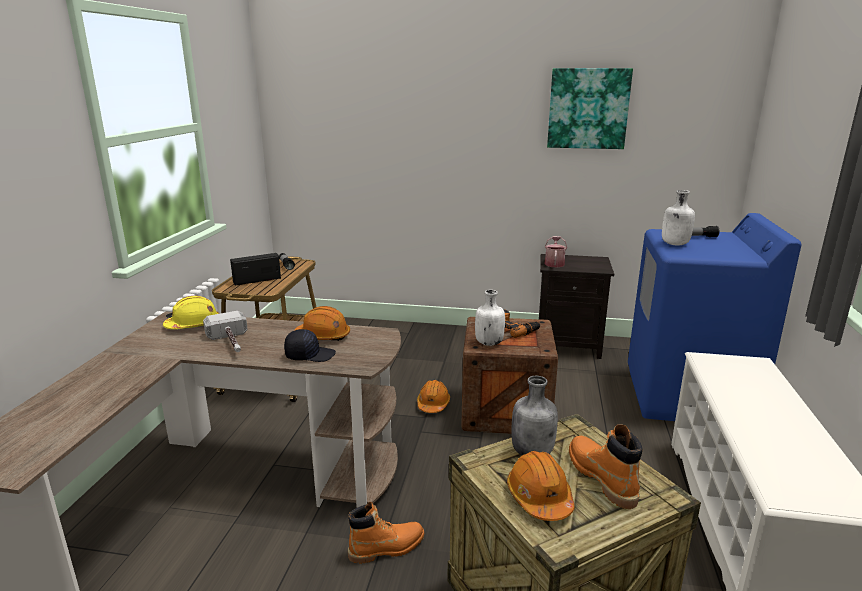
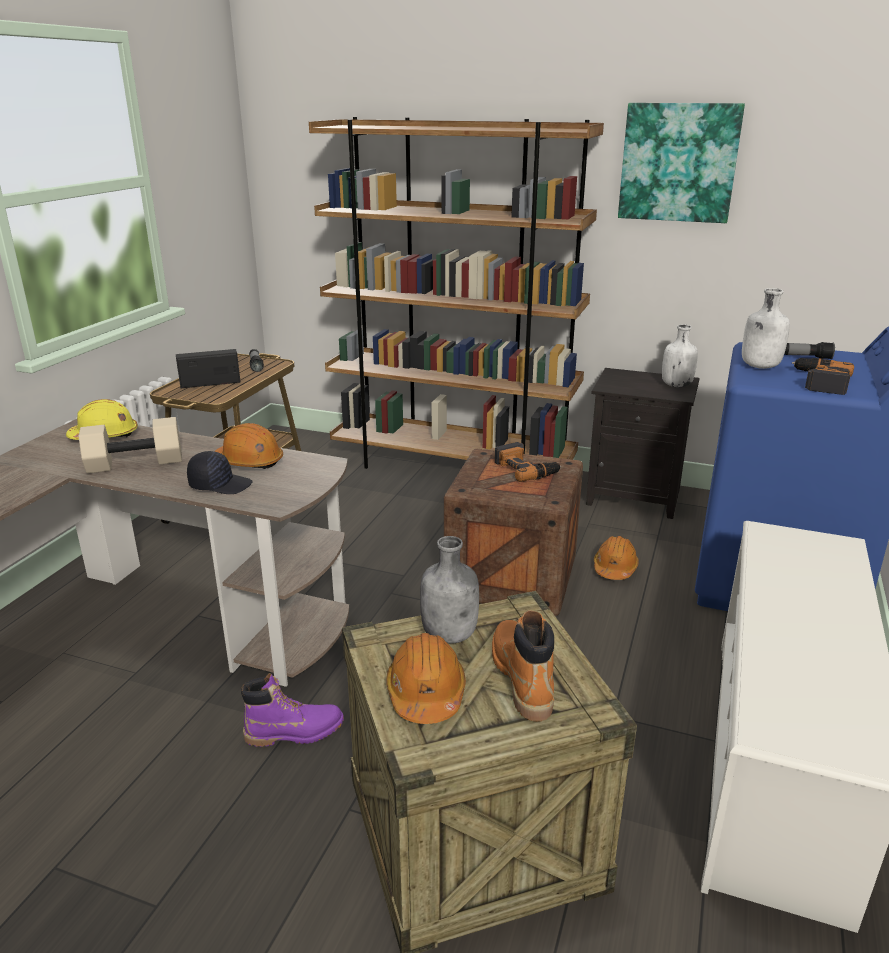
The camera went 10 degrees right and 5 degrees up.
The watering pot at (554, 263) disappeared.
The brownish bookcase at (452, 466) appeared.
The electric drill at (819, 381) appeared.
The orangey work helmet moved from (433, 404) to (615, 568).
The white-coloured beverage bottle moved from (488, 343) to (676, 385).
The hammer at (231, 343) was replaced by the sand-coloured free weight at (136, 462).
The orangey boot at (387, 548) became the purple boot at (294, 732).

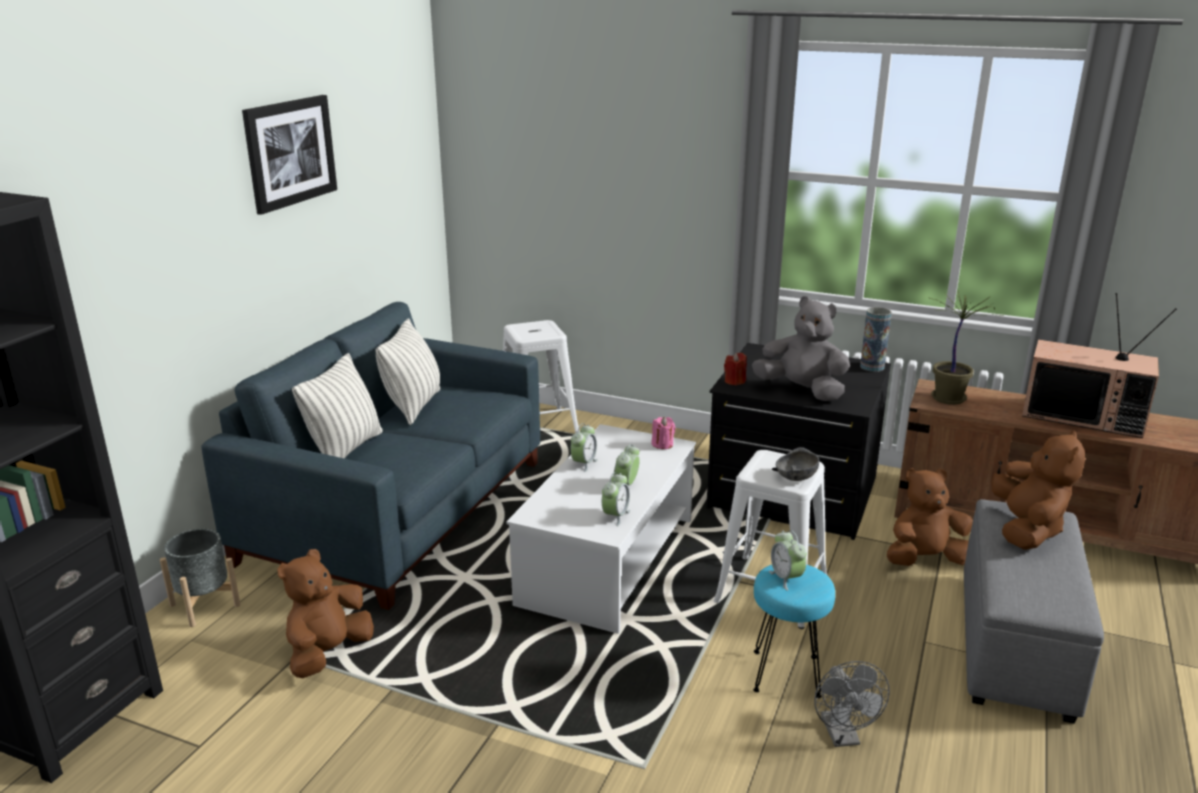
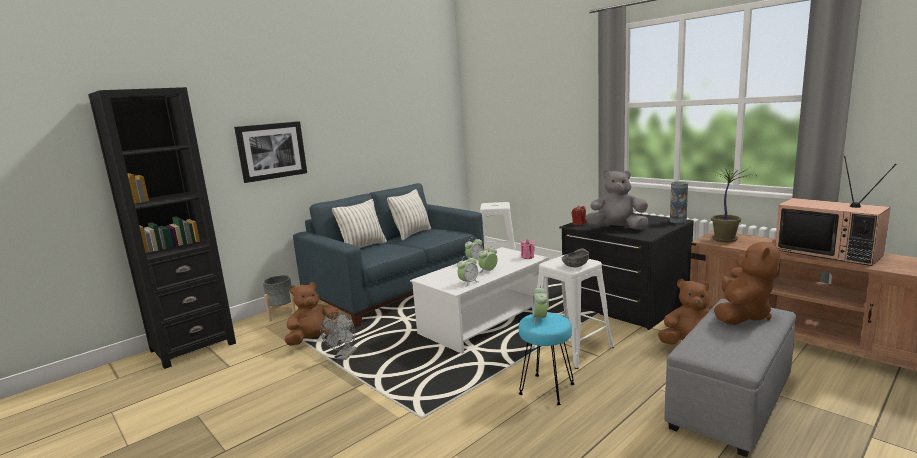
The camera went 25 degrees right and 10 degrees down.
The wall picture moved from (290, 152) to (271, 151).
The greyish cooling fan moved from (843, 736) to (344, 357).
The greyish soft toy at (802, 391) turned 45 degrees counterclockwise.

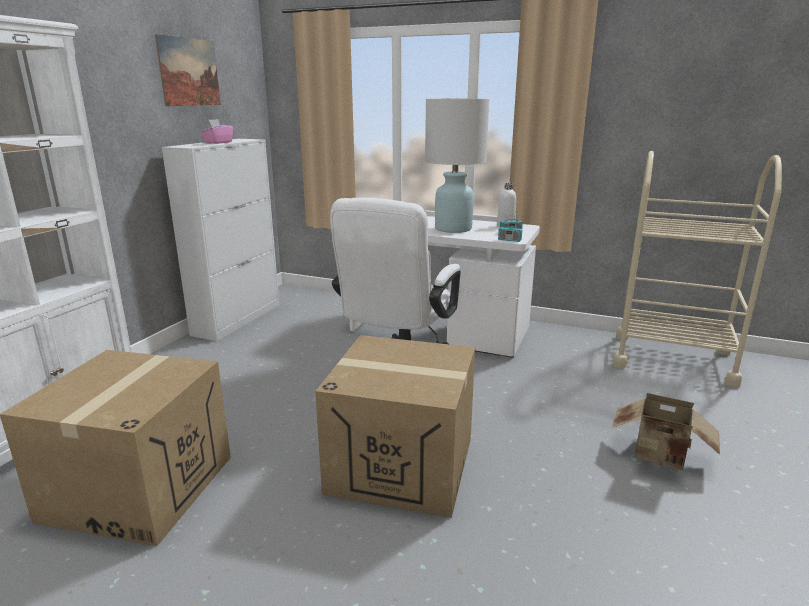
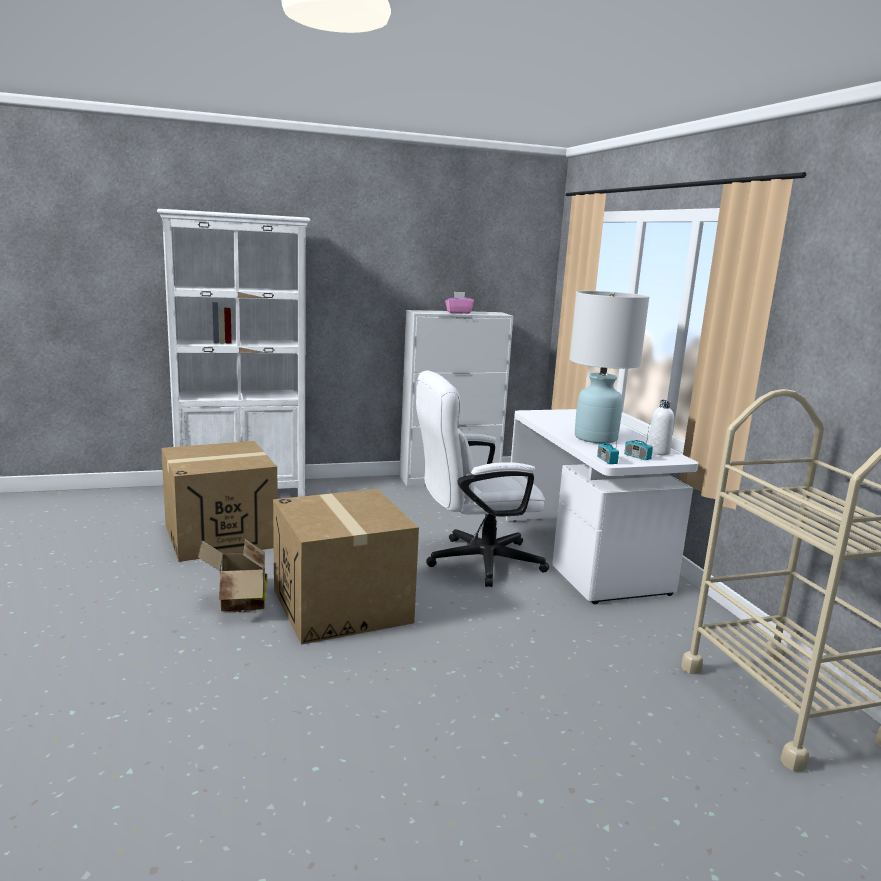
The camera went 50 degrees right and 5 degrees down.
The wall picture at (189, 72) disappeared.
The cardboard box moved from (660, 457) to (238, 603).

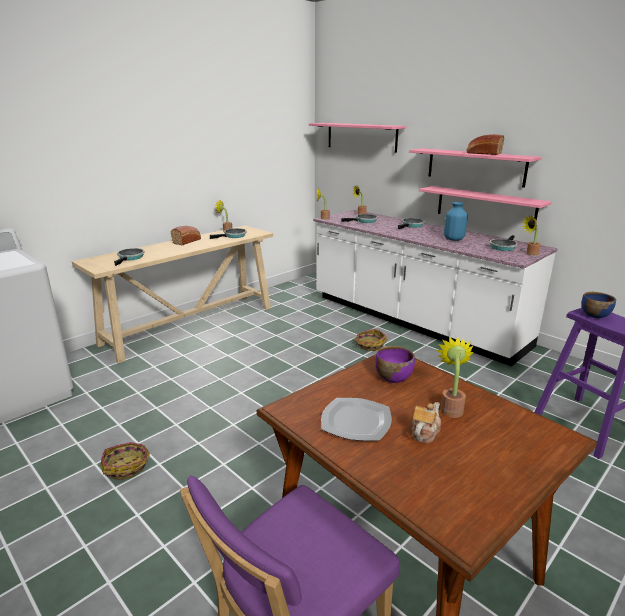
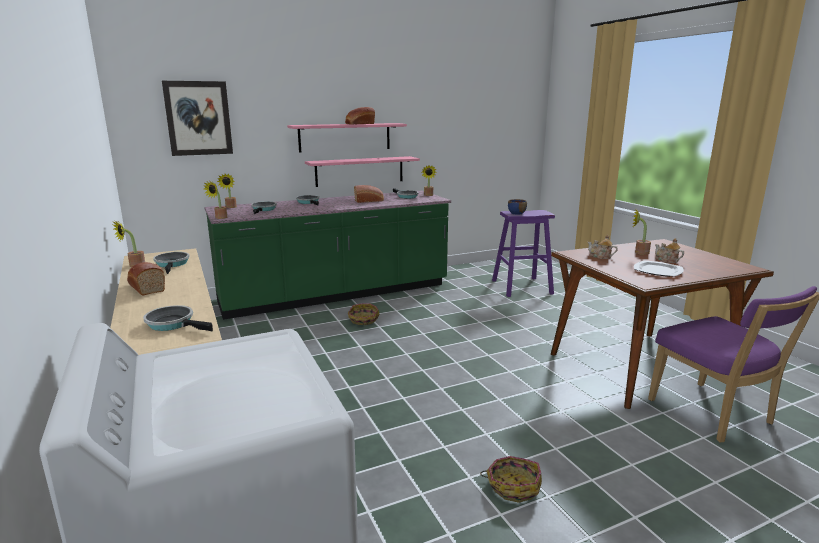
The camera went 70 degrees left and 5 degrees down.
The pink shelf at (361, 137) was replaced by the wall picture at (198, 118).
The purple bowl at (393, 377) was replaced by the teapot at (600, 256).
The bluish decorative vase at (453, 239) was replaced by the bread at (369, 201).
The white-coloured kitchen base unit at (413, 321) became the greenish kitchen base unit at (336, 294).

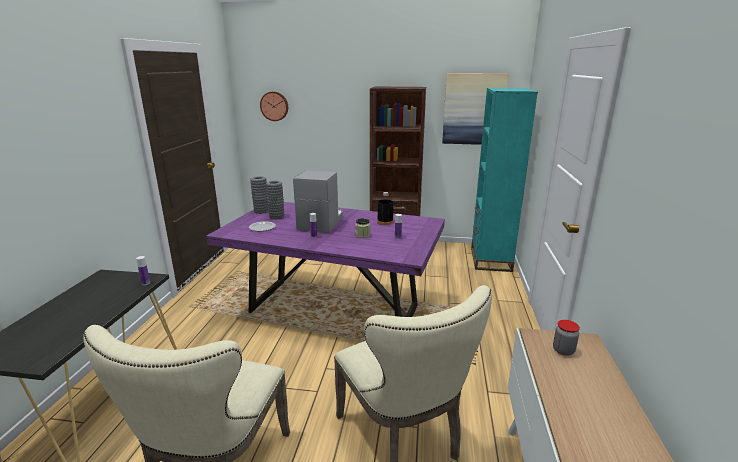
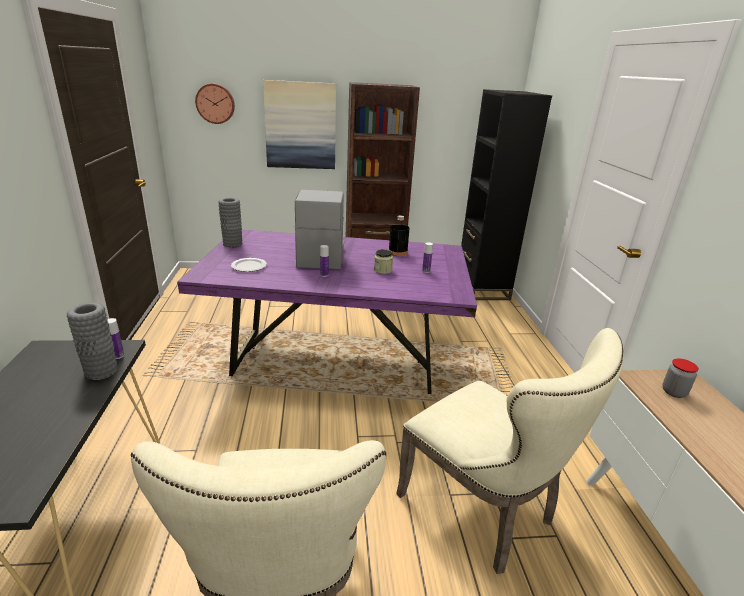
The camera went 15 degrees left and 5 degrees up.
The greyish decorative vase moved from (276, 216) to (101, 371).
The wall picture moved from (473, 109) to (300, 126).
The blue-green bookcase at (490, 259) became the black-coloured bookcase at (482, 287).

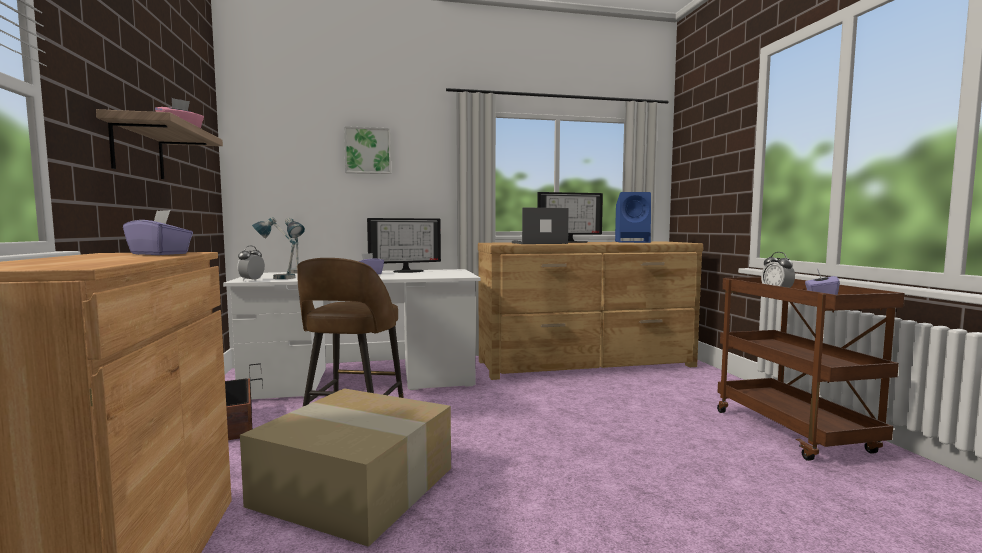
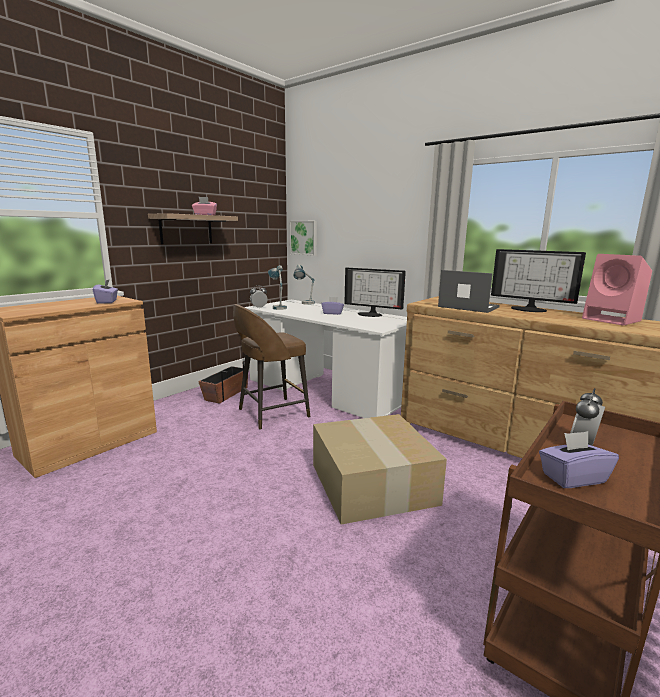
The camera went 50 degrees right and 10 degrees up.
The cardboard box moved from (358, 485) to (374, 484).
The wall picture moved from (368, 151) to (304, 238).
The bluish audio speaker at (633, 242) became the pink audio speaker at (612, 320).

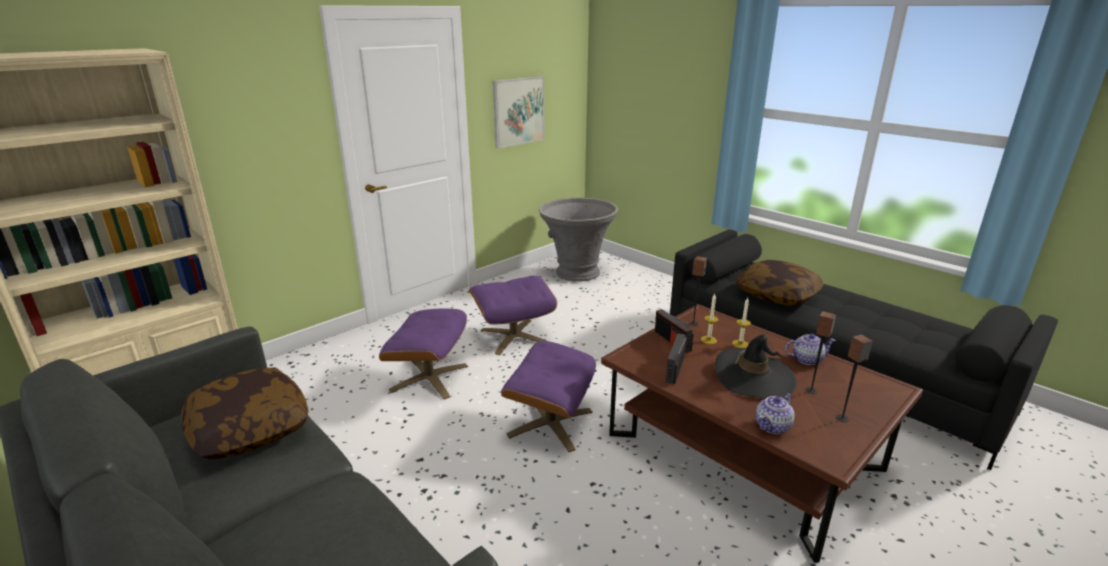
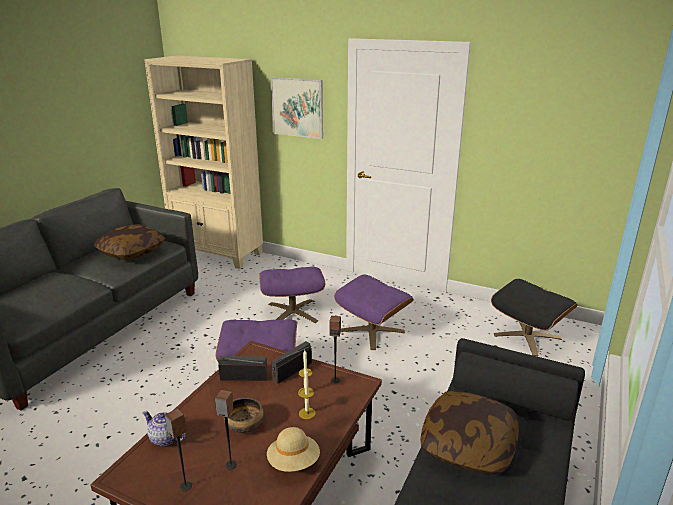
The camera went 70 degrees right and 0 degrees up.
The wall picture moved from (518, 111) to (297, 107).
The greyish planter at (577, 273) was replaced by the black-coloured ottoman at (527, 336).
The black-coloured hat at (754, 377) was replaced by the bowl at (244, 425).
The teapot at (806, 359) was replaced by the sand-coloured hat at (294, 462).

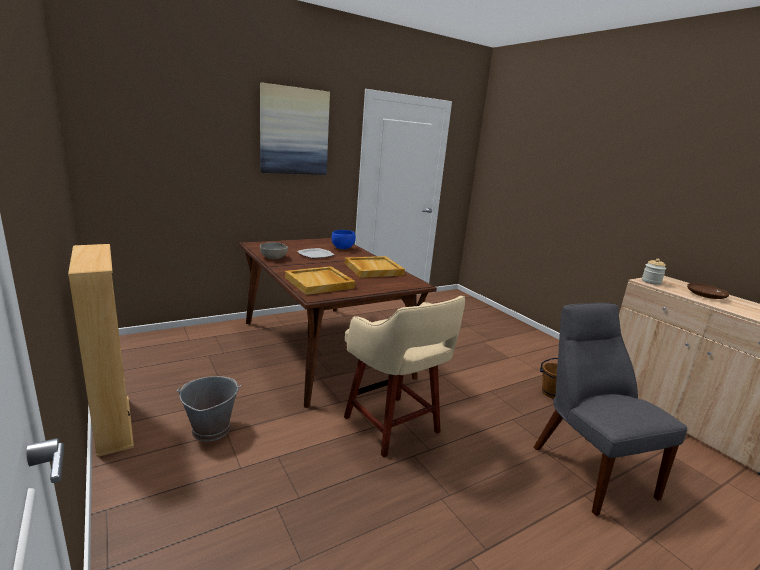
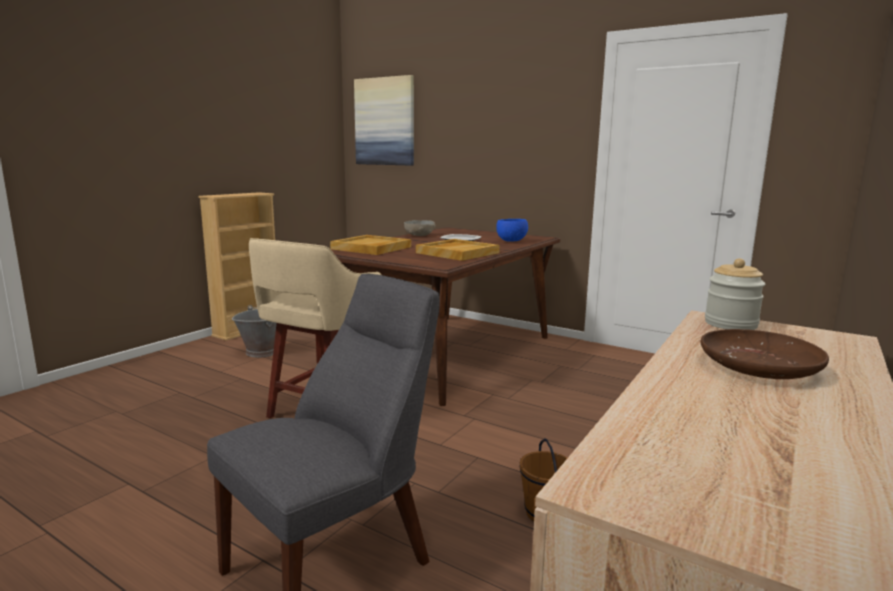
The camera went 65 degrees right and 5 degrees down.
The wall picture moved from (294, 131) to (385, 122).

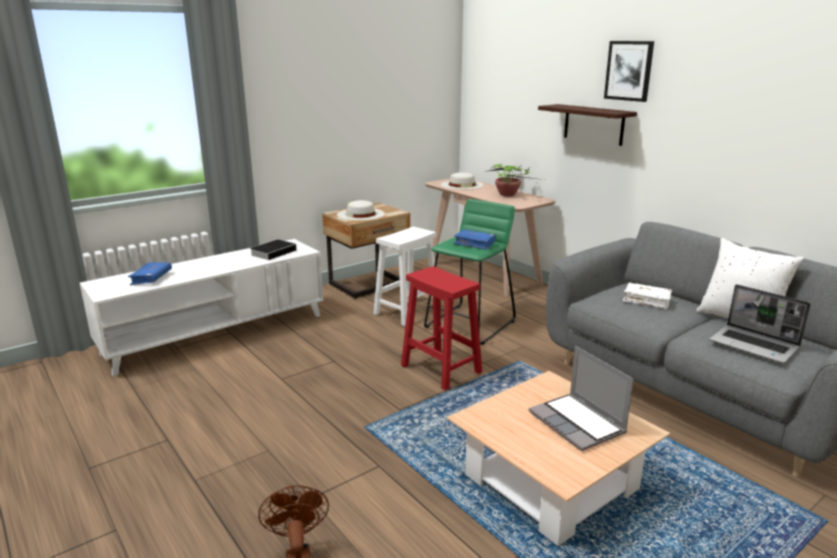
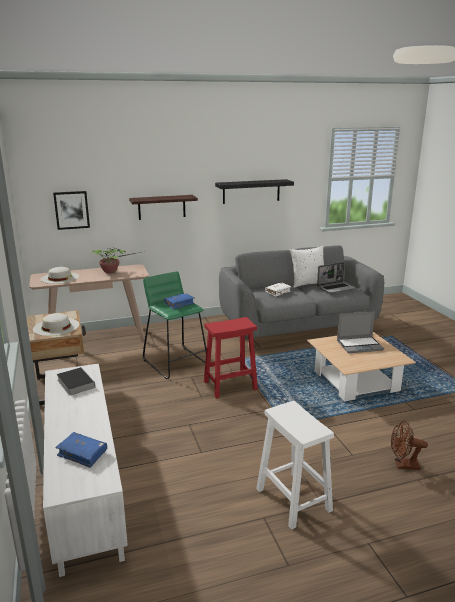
The camera went 70 degrees left and 0 degrees up.
The black-coloured shelf at (251, 191) appeared.
The white-coloured stool seat moved from (407, 311) to (292, 499).
The wall picture moved from (629, 71) to (71, 210).

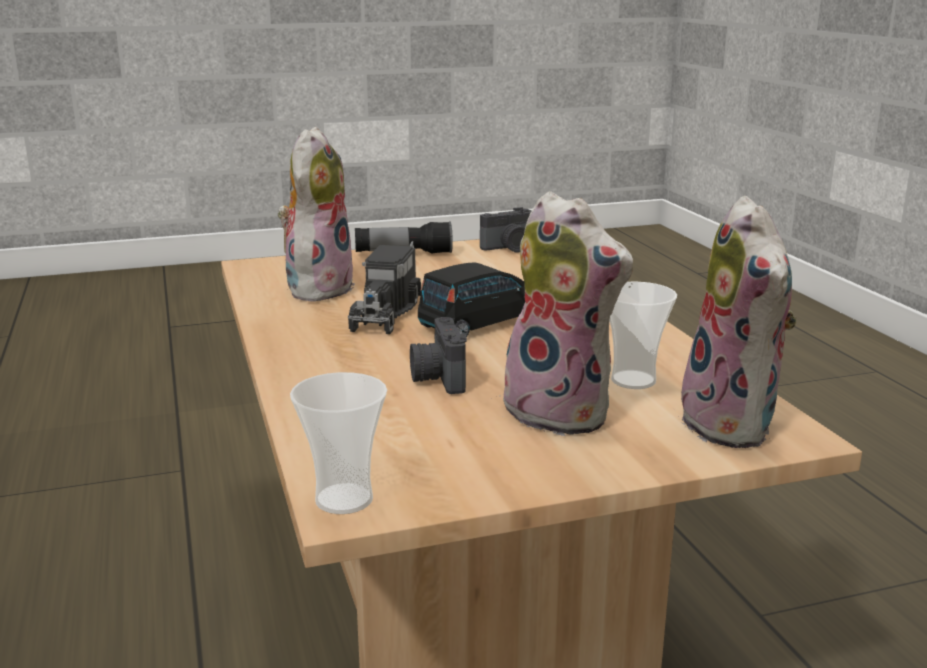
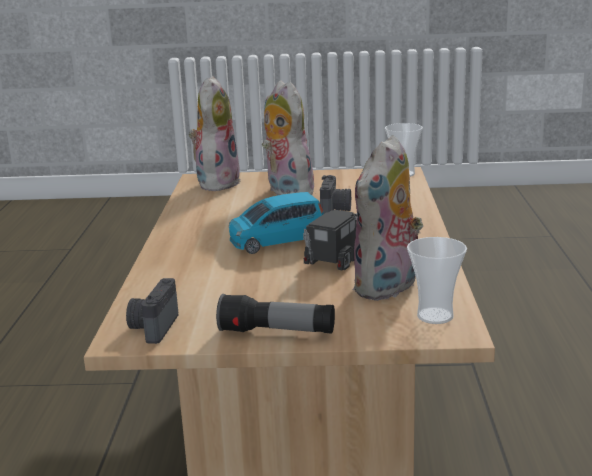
The camera went 160 degrees left and 0 degrees up.
The drinking cup moved from (633, 380) to (435, 316).
The black-coloured toy car at (480, 322) became the bluish toy car at (277, 241).
The still camera at (510, 248) turned 75 degrees counterclockwise.

